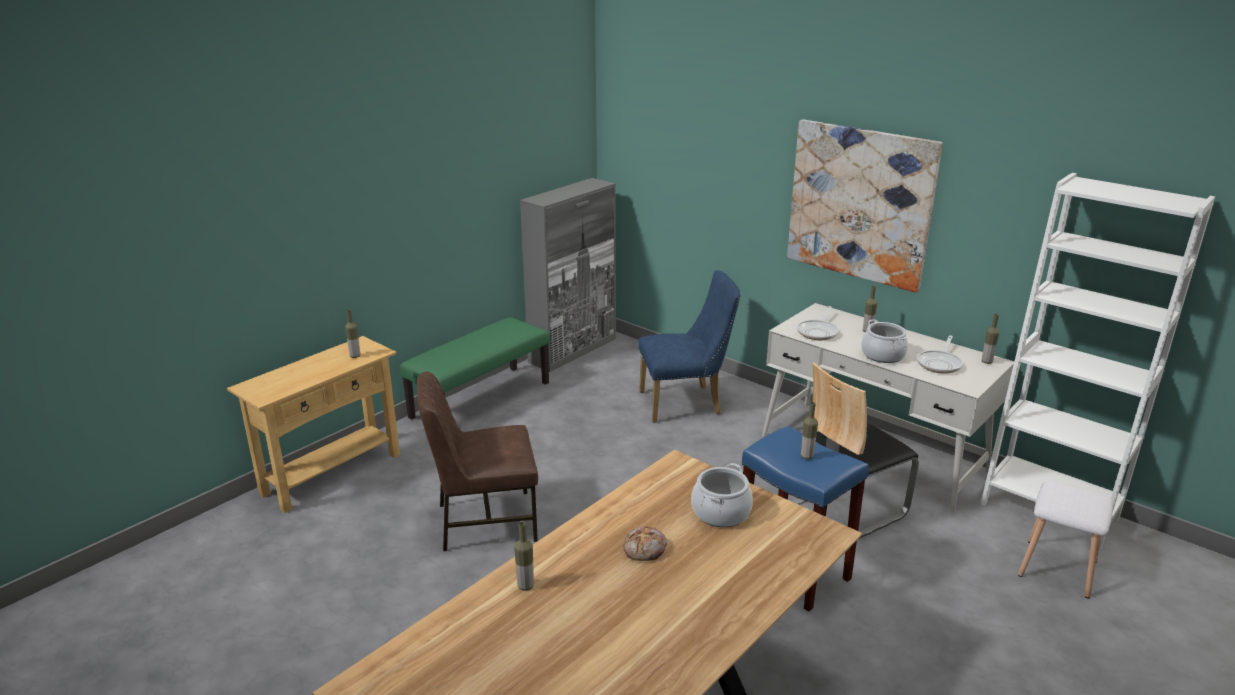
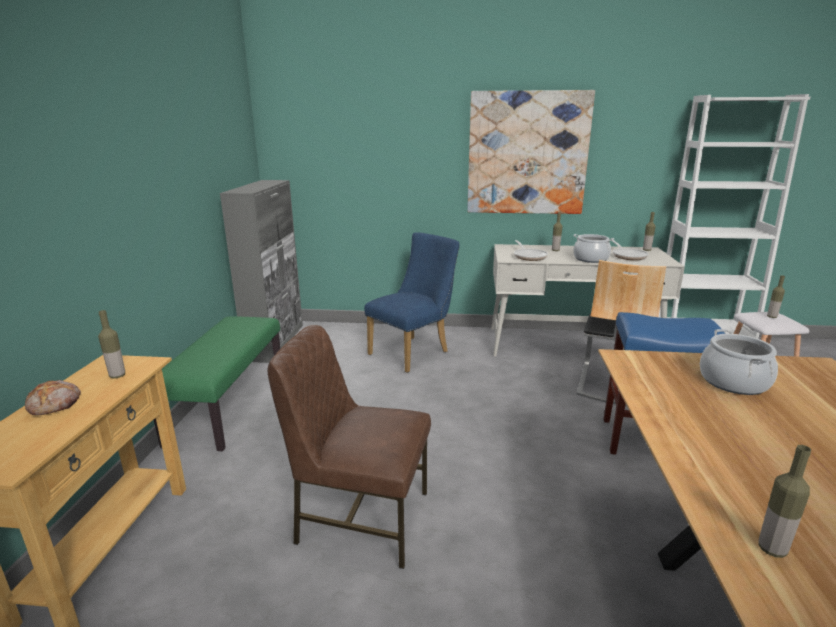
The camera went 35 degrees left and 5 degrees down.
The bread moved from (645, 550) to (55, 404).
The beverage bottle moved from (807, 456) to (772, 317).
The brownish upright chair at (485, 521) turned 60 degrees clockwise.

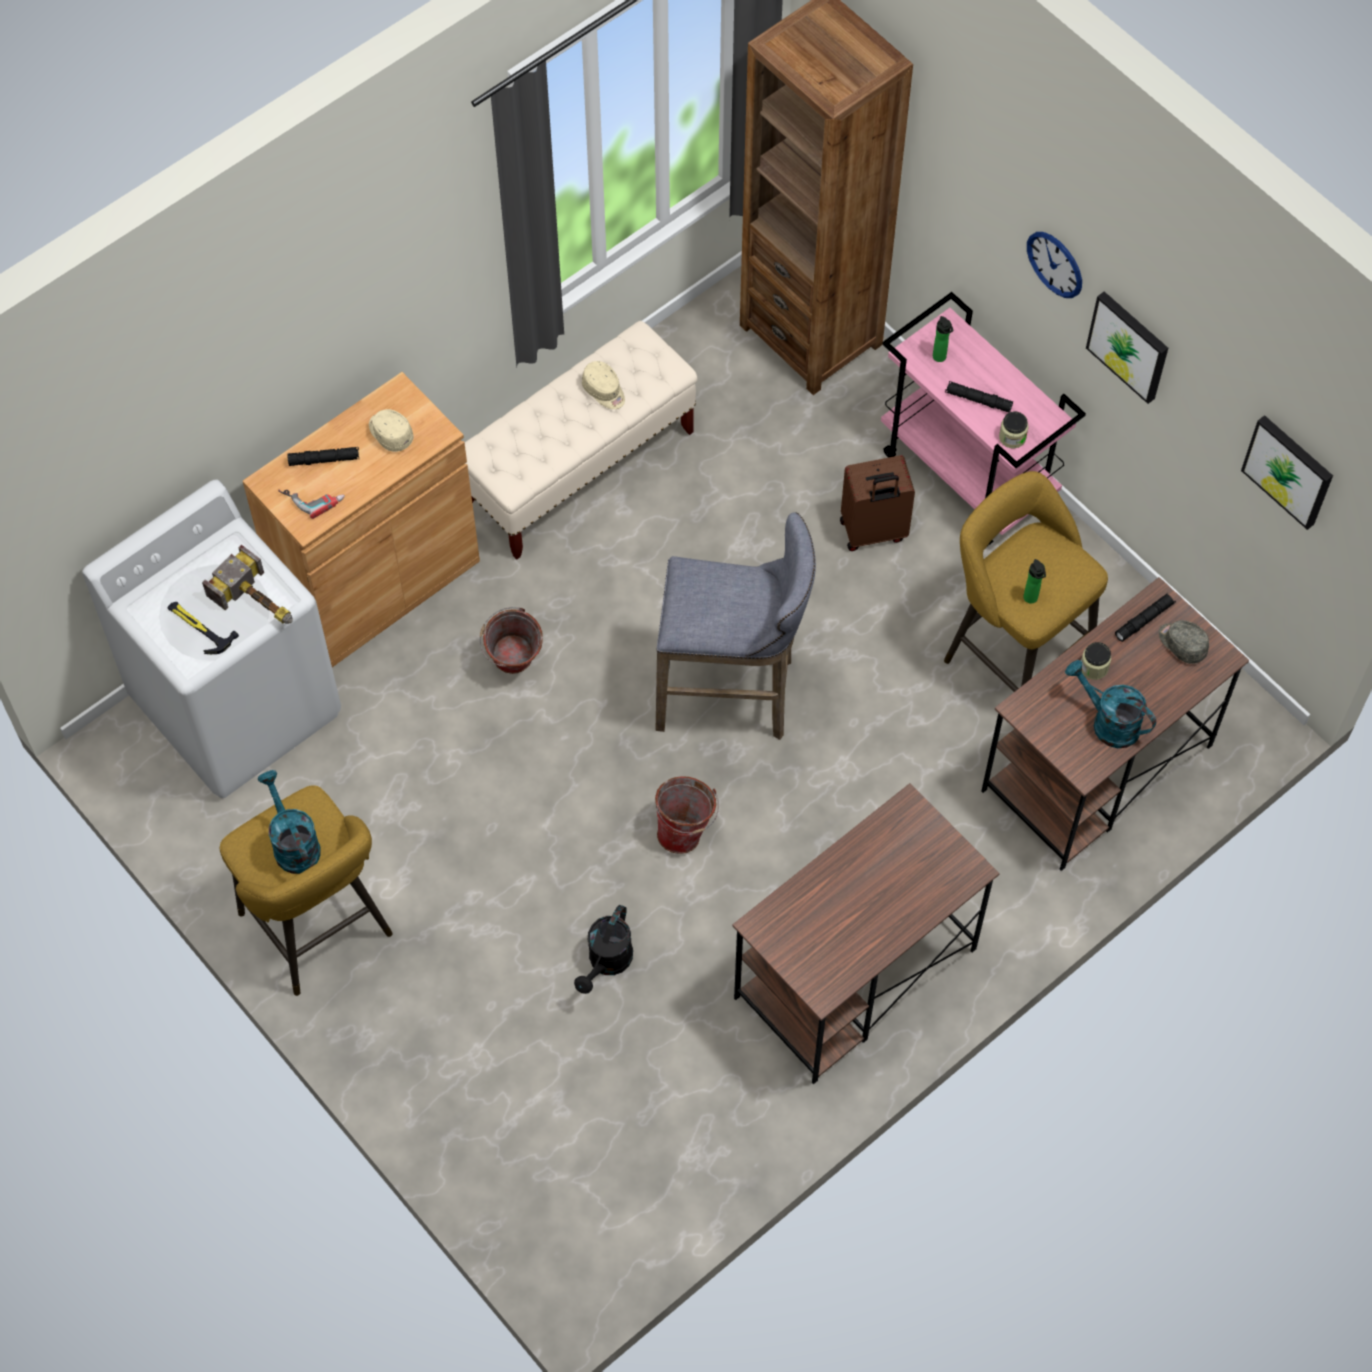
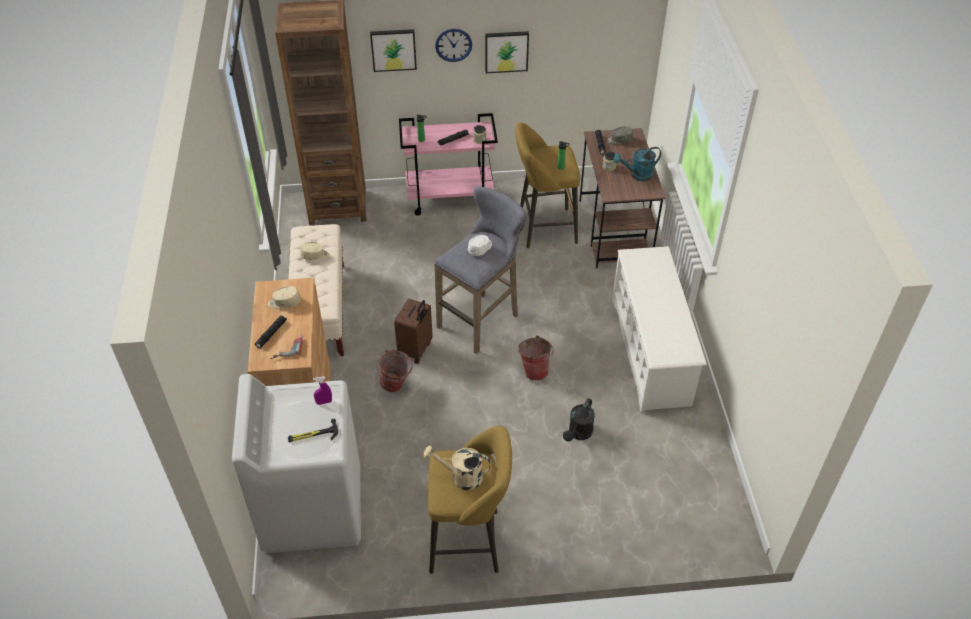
The camera went 55 degrees left and 15 degrees down.
The white-coloured cap at (480, 248) appeared.
The brownish piece of luggage moved from (873, 532) to (416, 350).
The wall picture moved from (1289, 470) to (393, 49).
The hammer at (259, 602) was replaced by the purple spray bottle at (324, 402).
The brownish desk at (854, 975) was replaced by the white-coloured shoe rack at (650, 351).
The blue-green watering pot at (293, 843) became the sand-coloured watering pot at (461, 477).
The black-coloured watering pot at (607, 963) turned 60 degrees clockwise.

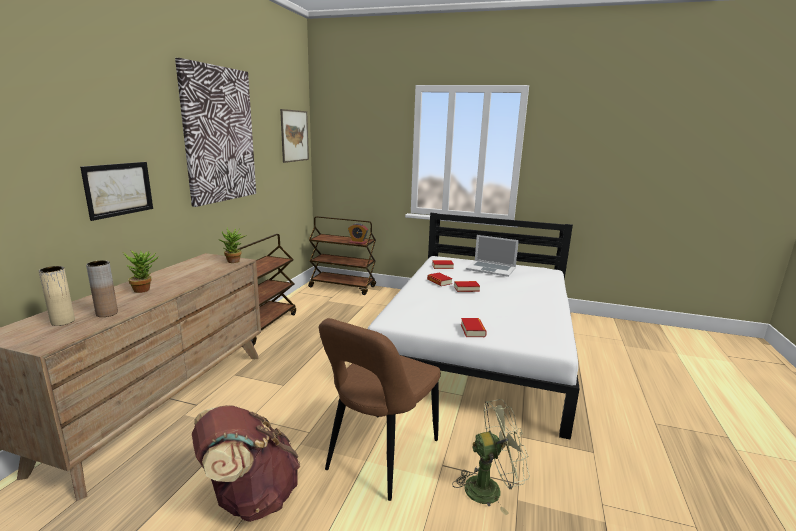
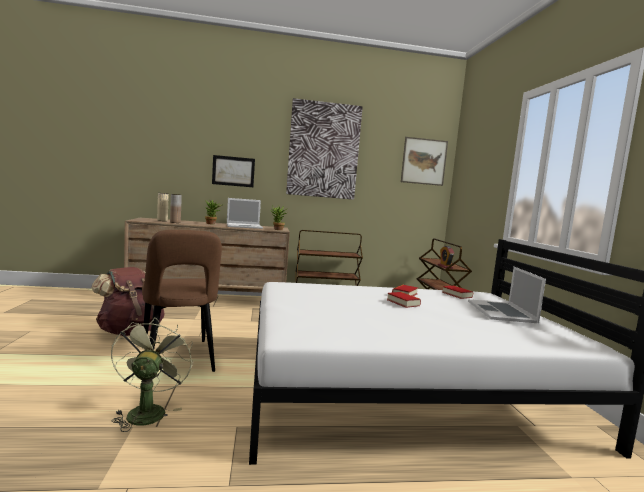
The camera went 65 degrees right and 10 degrees down.
The bound book at (473, 330) disappeared.
The laptop at (245, 226) appeared.
The brownish upright chair at (379, 457) turned 120 degrees counterclockwise.
The greenish cooling fan at (490, 488) turned 150 degrees counterclockwise.

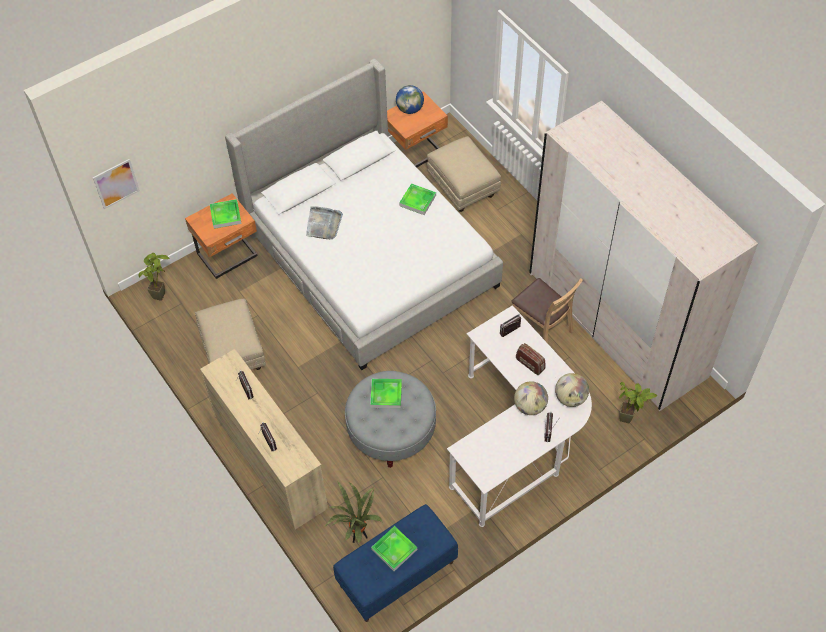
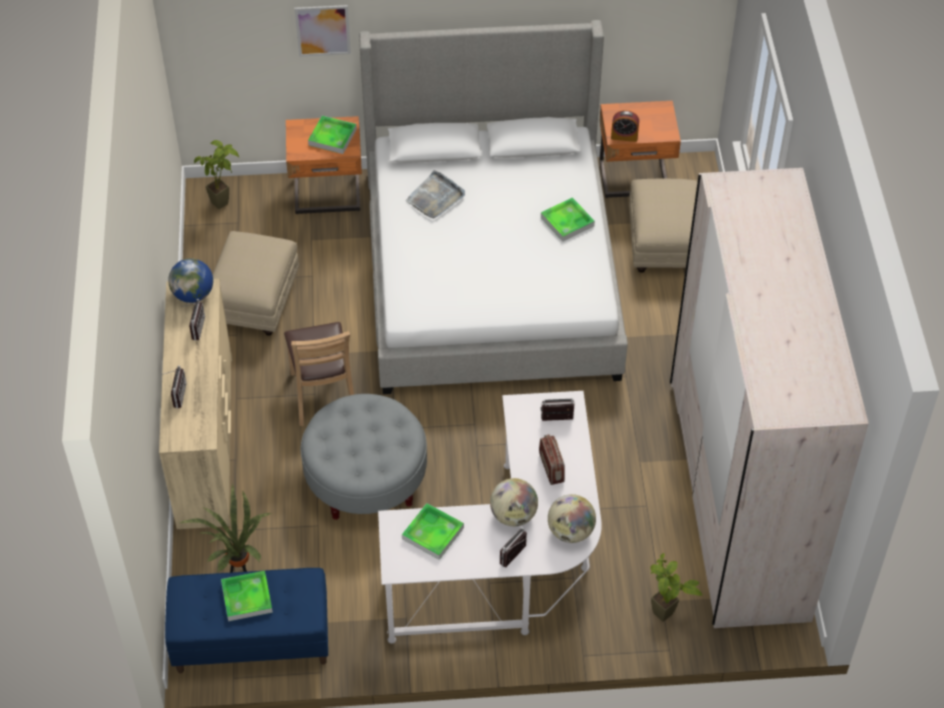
The camera went 30 degrees right and 5 degrees down.
The table clock at (624, 136) appeared.
The wall picture moved from (116, 183) to (323, 30).
The serving tray moved from (386, 394) to (433, 533).
The desk globe moved from (410, 109) to (193, 294).
The brownish upright chair moved from (542, 330) to (323, 395).

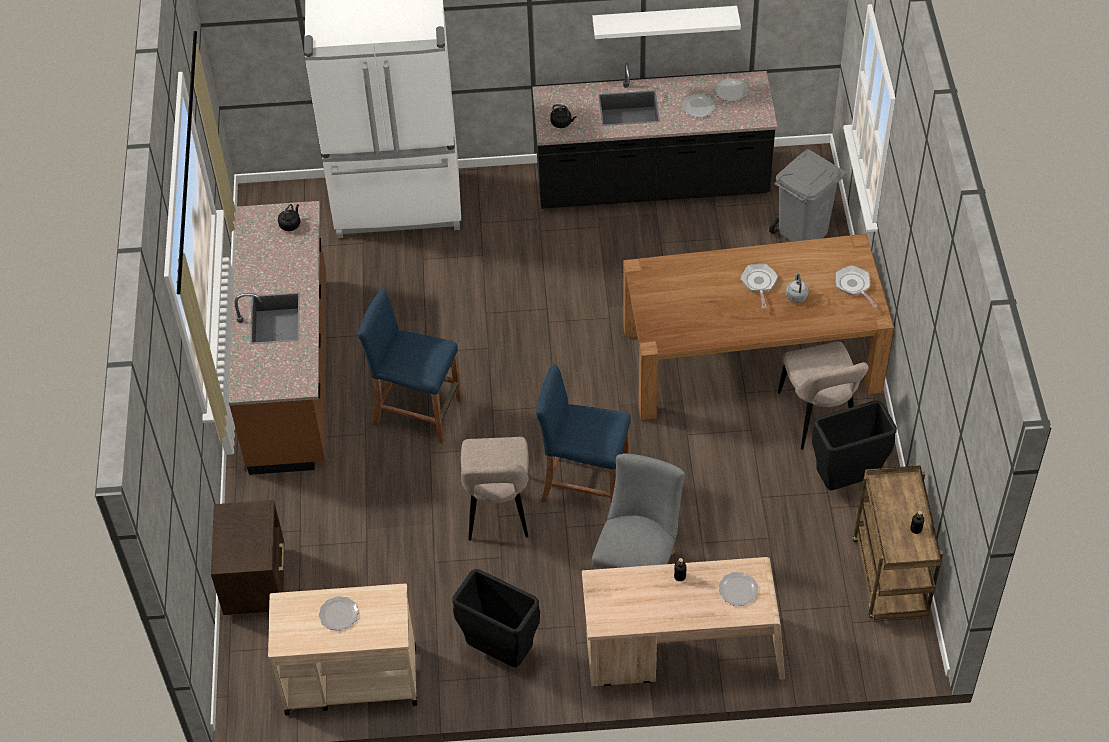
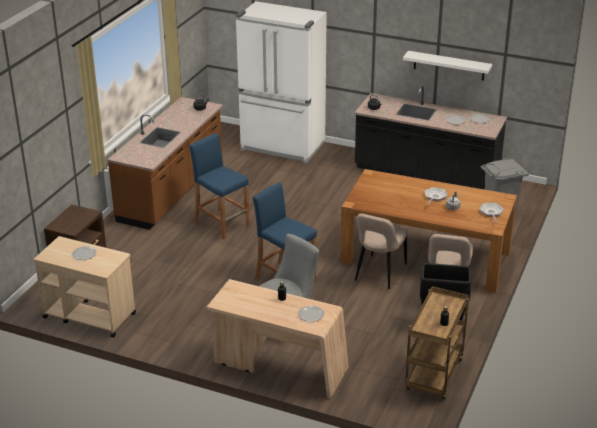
The camera went 25 degrees right and 20 degrees down.
The black-coloured rubbish bin at (500, 652) disappeared.
The sand-coloured upright chair moved from (497, 511) to (379, 274).

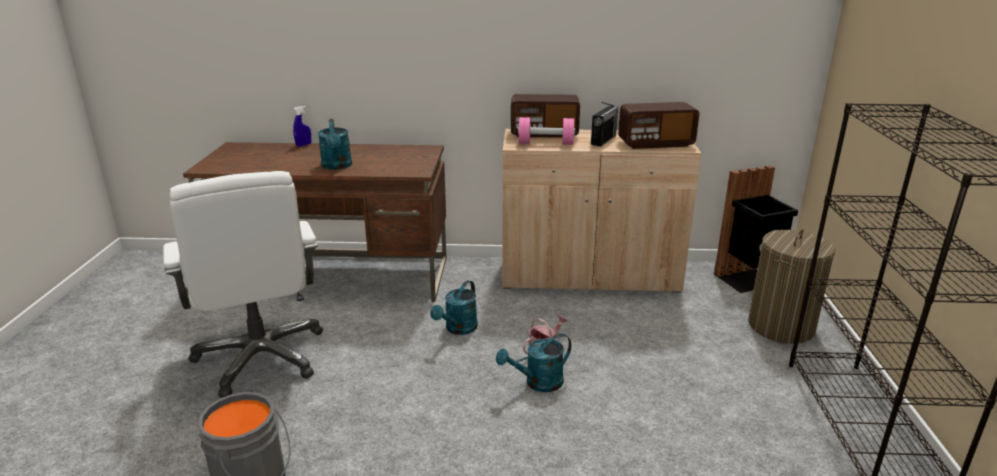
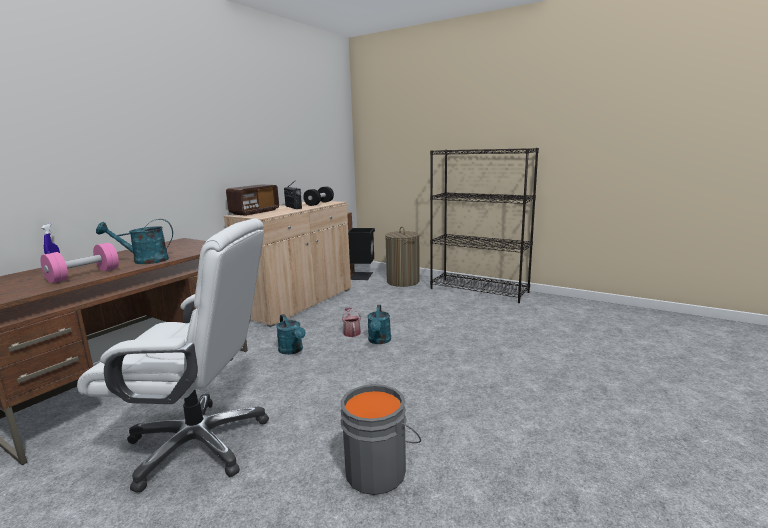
The camera went 60 degrees left and 10 degrees down.
The pink free weight moved from (546, 143) to (84, 275).
The radio at (655, 143) was replaced by the black-coloured free weight at (319, 203).
The blue-green watering pot at (337, 166) turned 150 degrees clockwise.

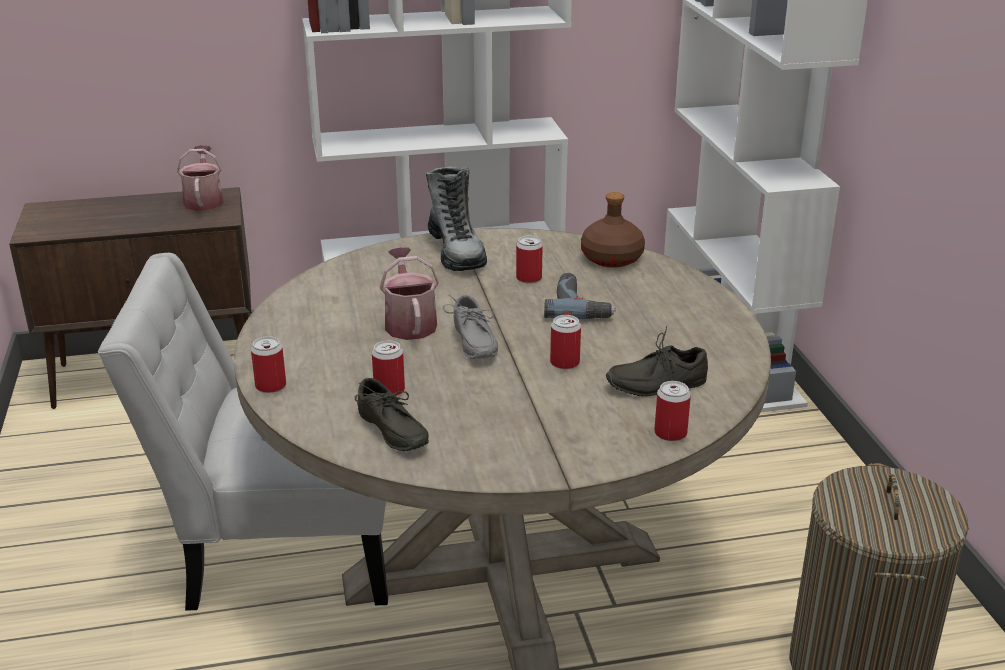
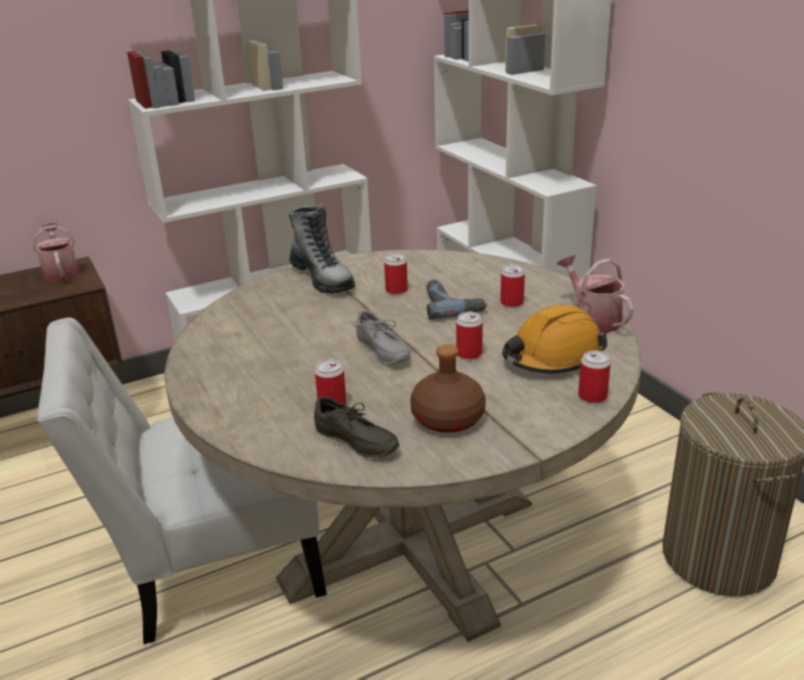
The camera went 15 degrees left and 0 degrees up.
The can moved from (271, 386) to (512, 303).
The watering pot moved from (409, 323) to (592, 319).
The brownish beverage bottle moved from (611, 259) to (448, 418).
The greyish shoe at (655, 383) was replaced by the orangey work helmet at (552, 357).

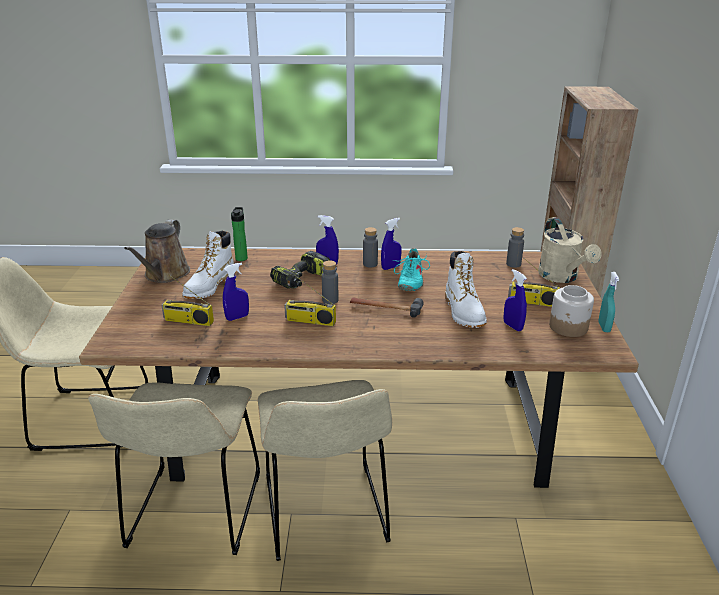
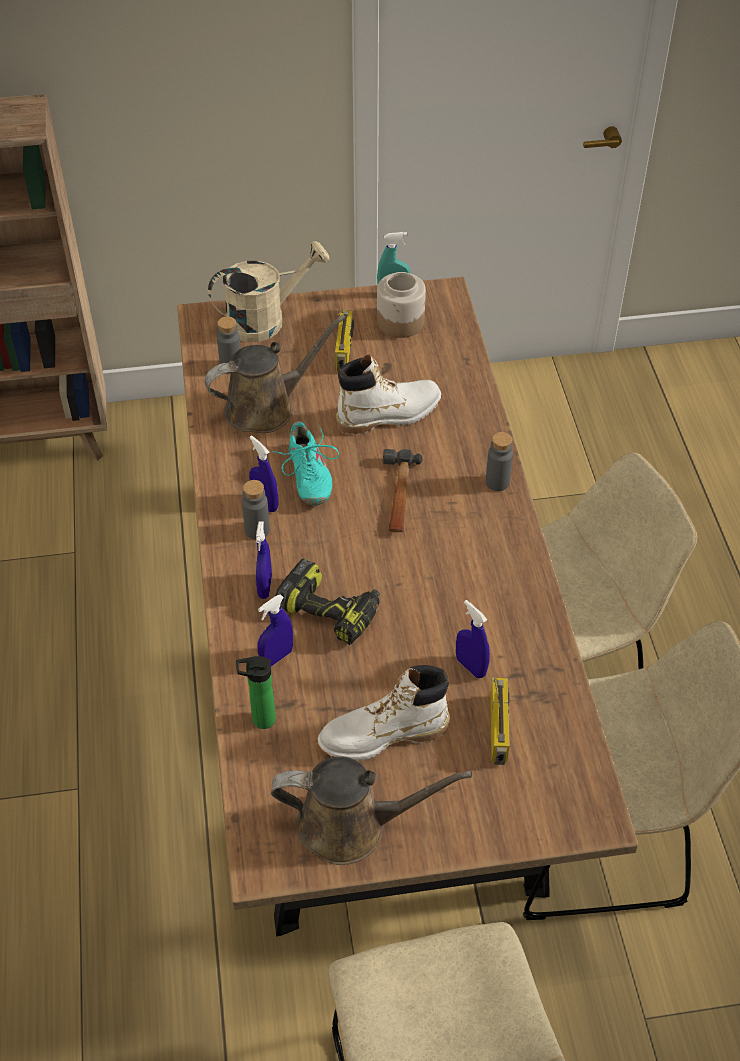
The camera went 100 degrees left and 20 degrees up.
The radio at (310, 321) disappeared.
The brownish watering pot at (266, 407) appeared.
The greyish beverage bottle moved from (330, 300) to (497, 482).
The bluish spray bottle moved from (512, 326) to (276, 657).
The white-coloured boot at (209, 287) turned 150 degrees clockwise.
The blue-green shoe at (410, 281) turned 75 degrees clockwise.

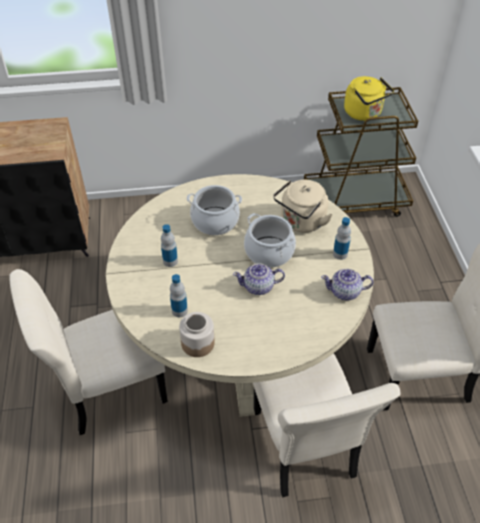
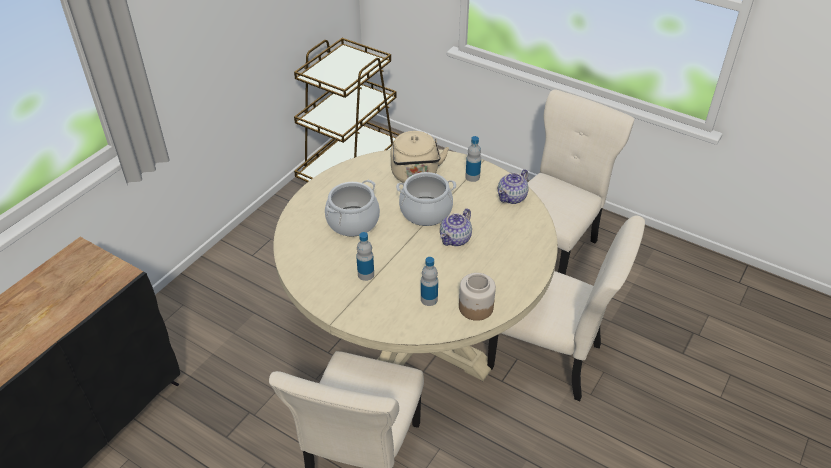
The camera went 50 degrees left and 5 degrees down.
The yellow tea kettle at (364, 114) disappeared.

